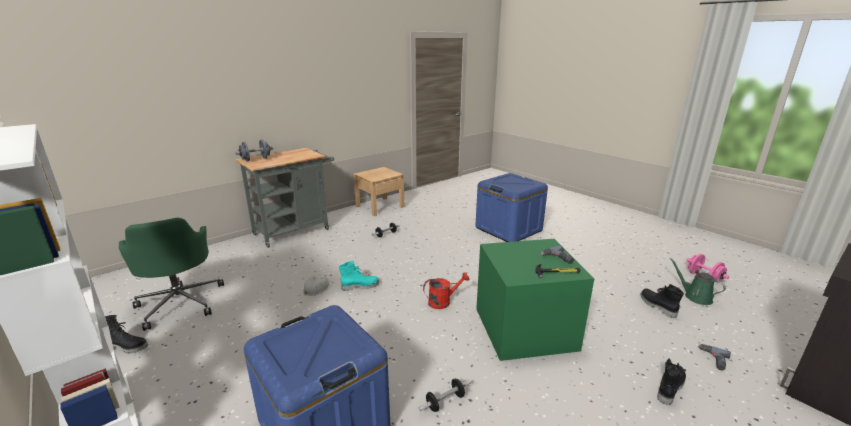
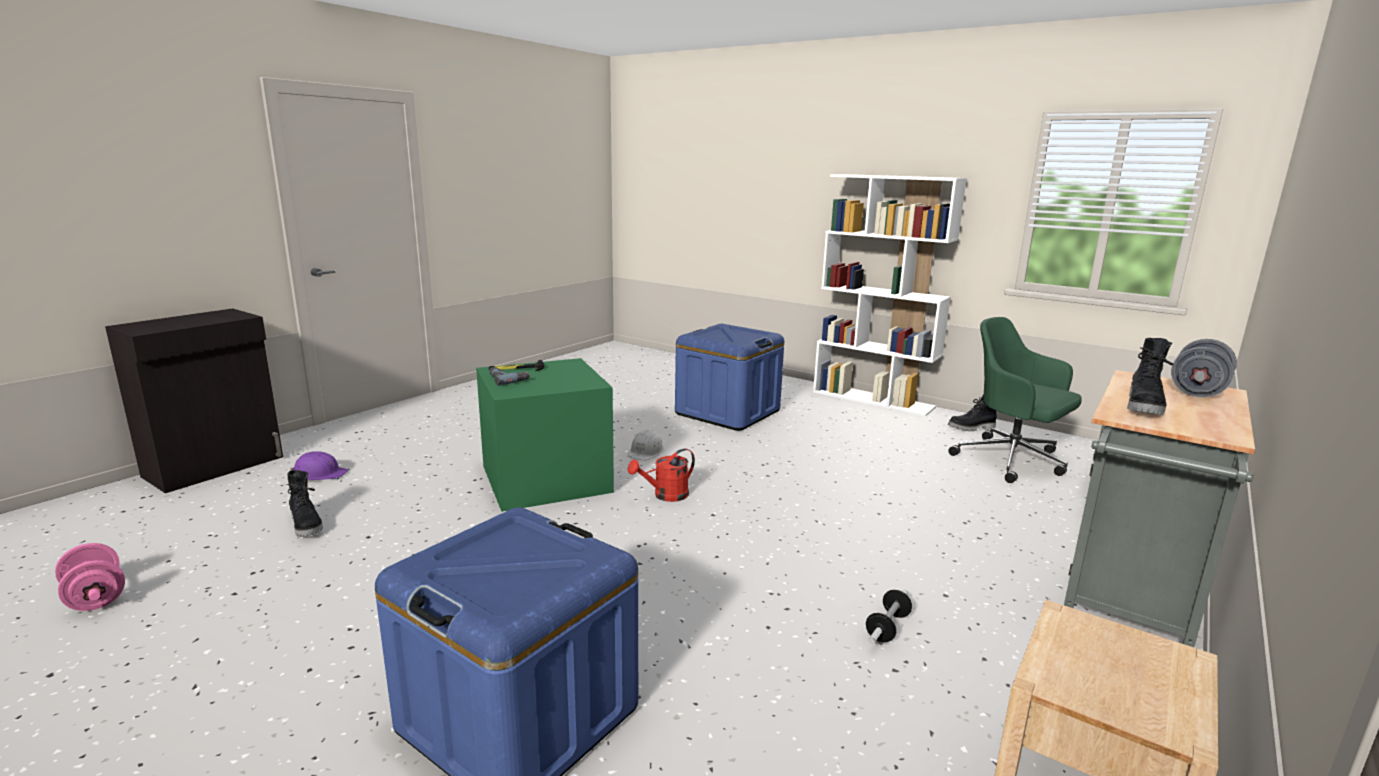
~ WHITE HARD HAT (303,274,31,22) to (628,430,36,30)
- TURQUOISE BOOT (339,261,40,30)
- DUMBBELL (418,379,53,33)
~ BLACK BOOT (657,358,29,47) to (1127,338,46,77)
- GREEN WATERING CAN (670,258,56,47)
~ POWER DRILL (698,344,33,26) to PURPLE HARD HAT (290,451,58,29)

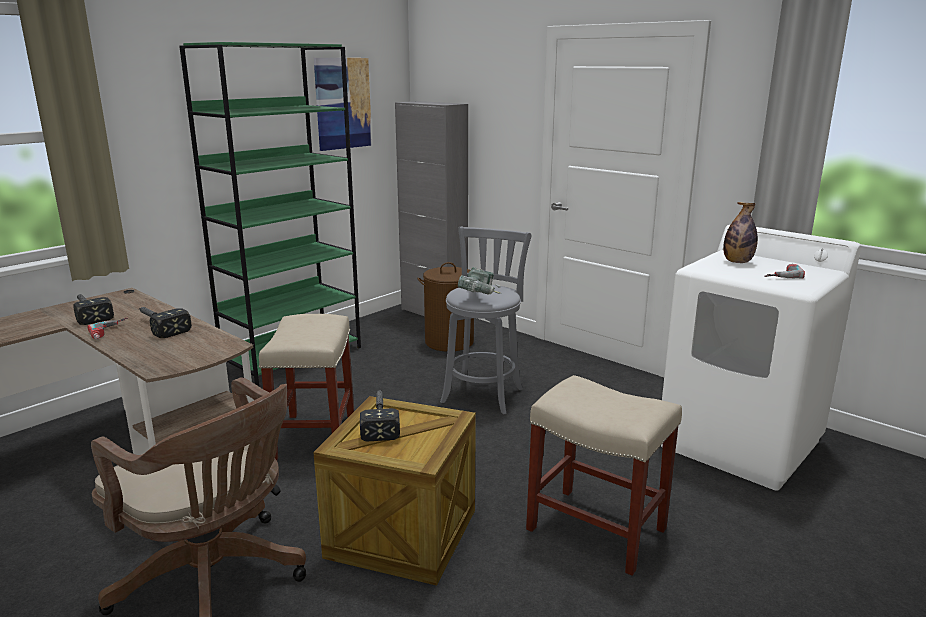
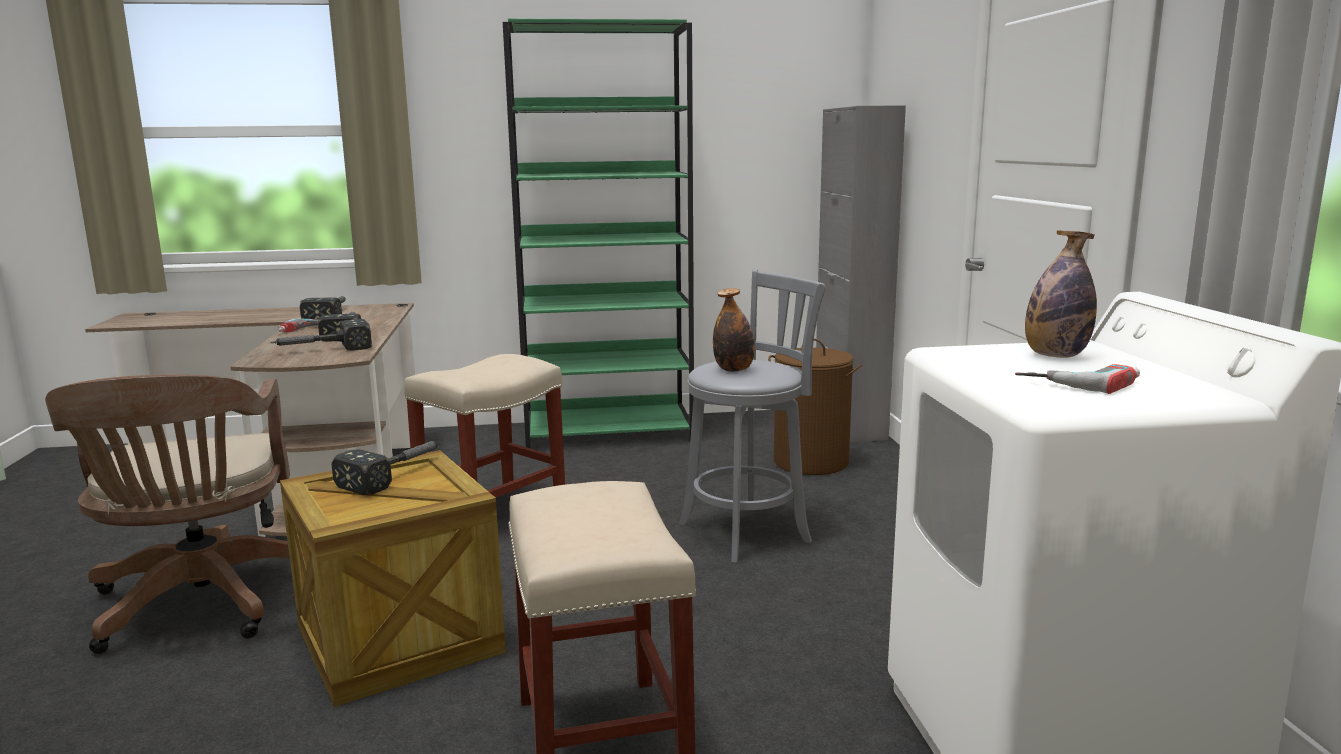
- PICTURE (314,58,58,93)
~ POWER DRILL (458,268,43,26) to BOTTLE (713,288,42,84)
+ HAMMER (270,319,102,32)

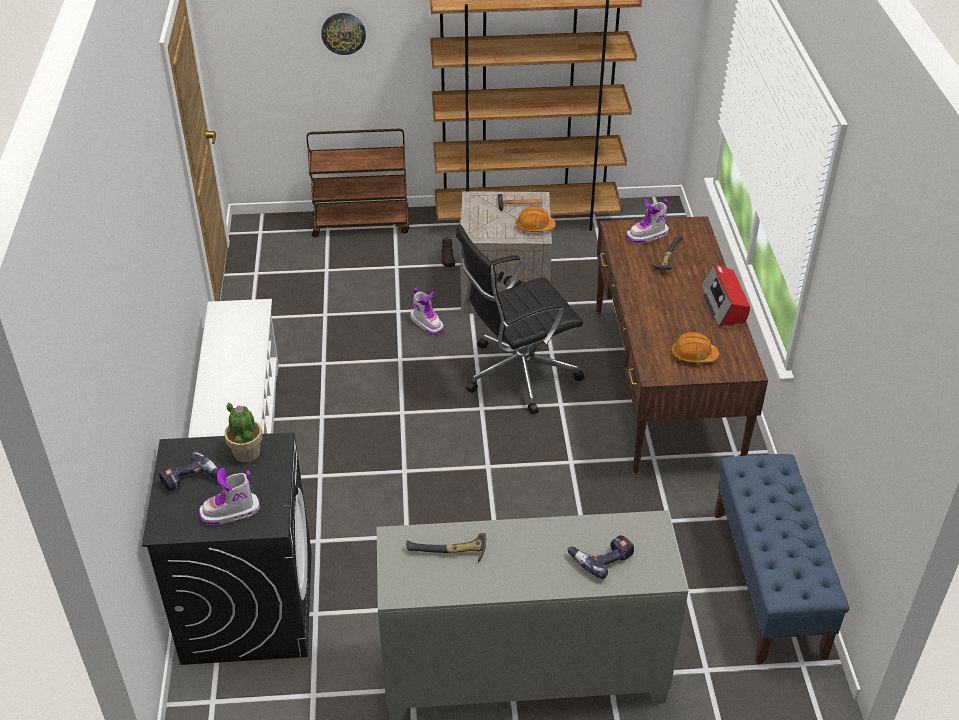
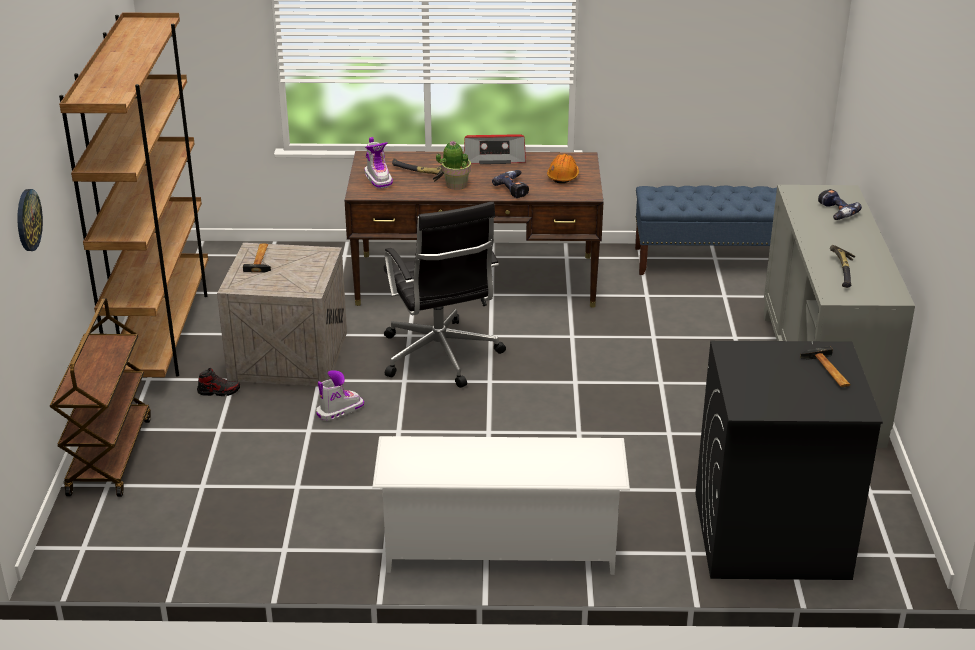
~ POWER DRILL (159,452,60,39) to (492,170,37,28)
~ BOOT (199,468,61,57) to HAMMER (800,346,51,41)
~ POTTED PLANT (224,403,39,60) to (436,140,35,50)
- ORANGE HARD HAT (516,206,40,26)

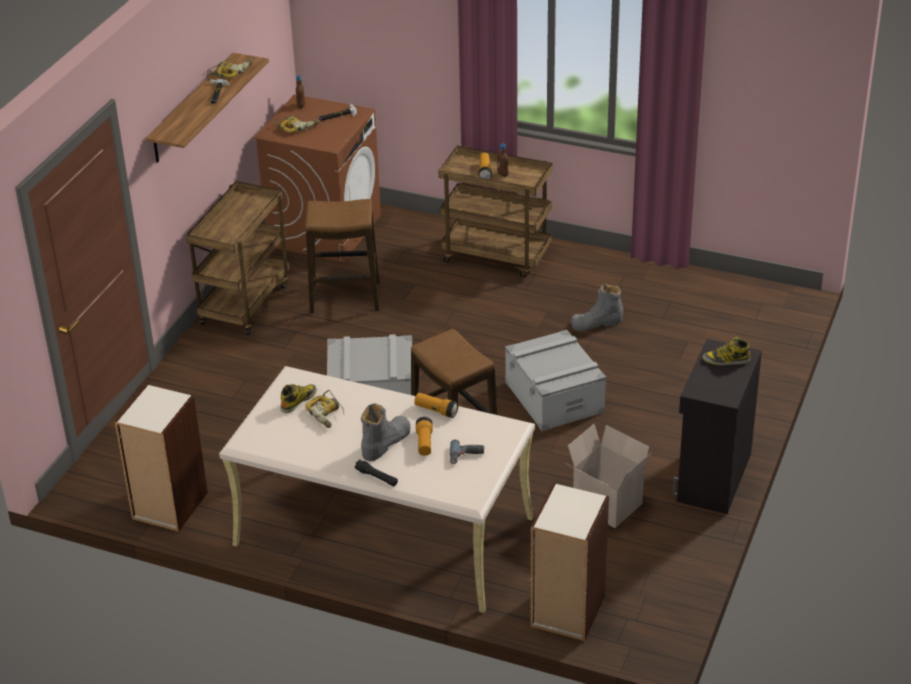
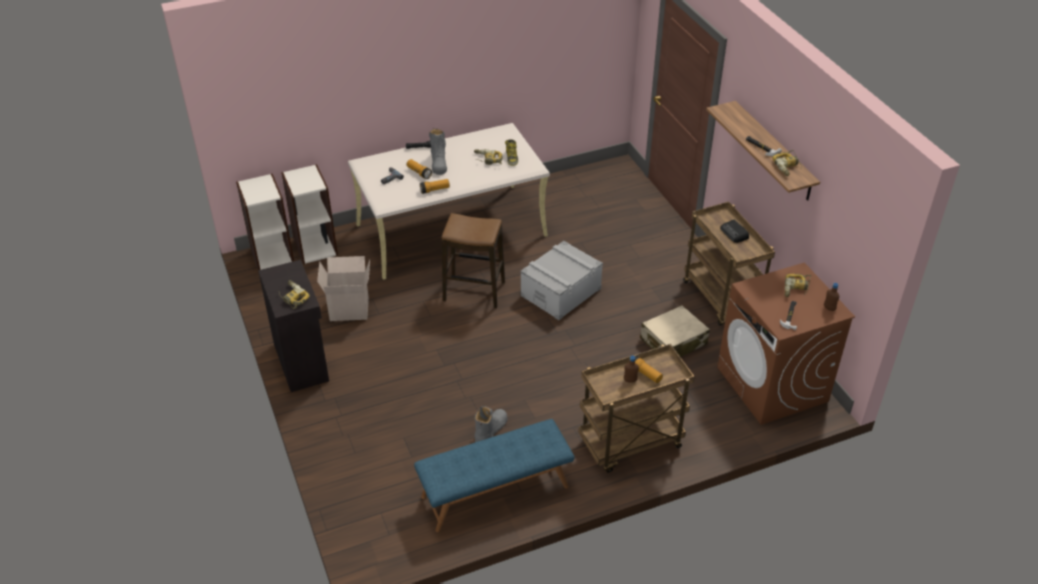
~ BOOKCASE (115,384,93,148) to (236,174,58,96)
~ STOOL (305,199,74,114) to BEIGE SUITCASE (640,305,70,52)
- GREY STORAGE BOX (505,330,101,101)
~ BOOT (703,337,47,28) to POWER DRILL (278,280,32,29)
+ BLUE BENCH (414,419,160,113)
+ RADIO (720,220,29,23)

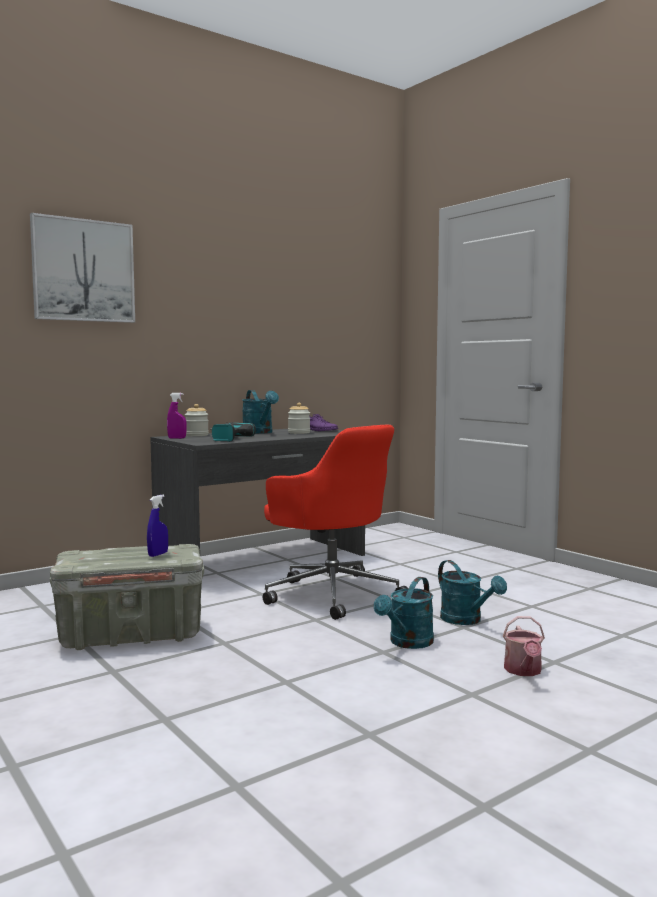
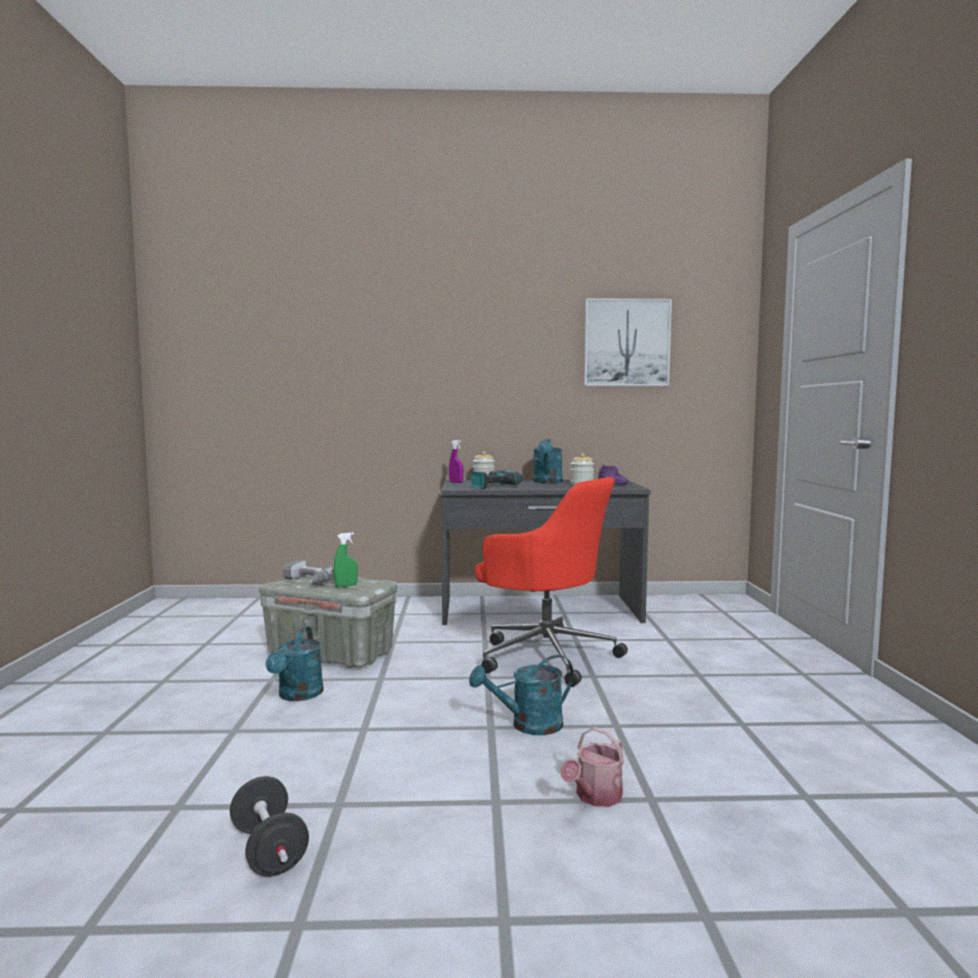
~ PICTURE (30,213,105,110) to (584,298,88,88)
~ BLUE SPRAY BOTTLE (147,495,21,62) to GREEN SPRAY BOTTLE (333,532,25,55)
~ RED OFFICE CHAIR (263,425,145,195) = (475,477,153,210) 45 degrees counterclockwise
~ TURQUOISE WATERING CAN (438,560,69,65) to (266,627,58,74)
+ BLACK DUMBBELL (230,776,79,101)
+ POWER DRILL (283,560,51,24)

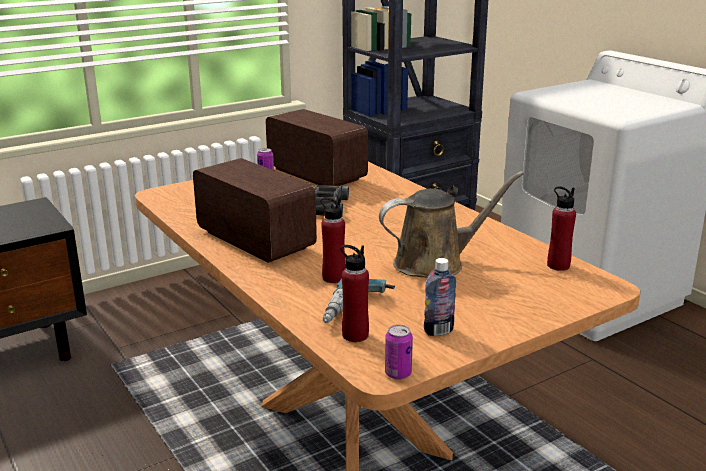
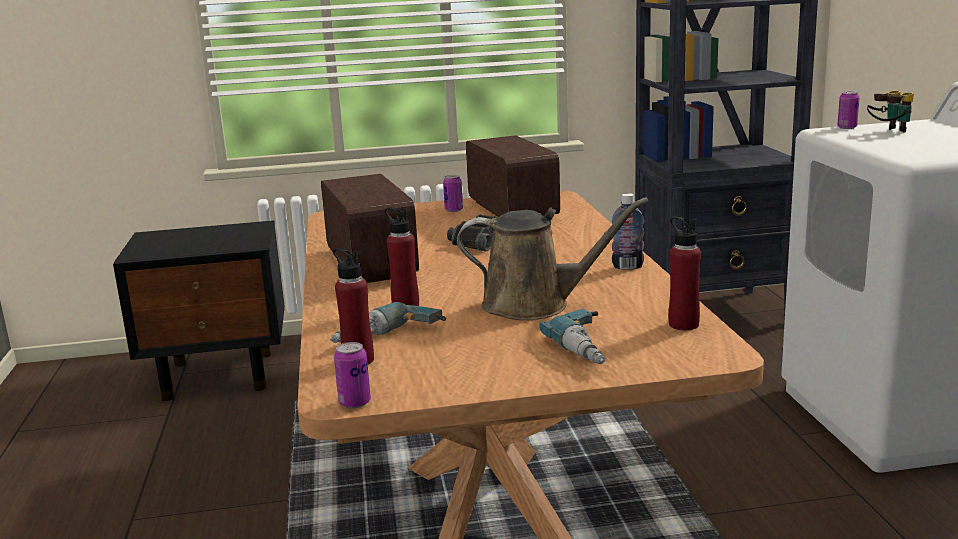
~ BOTTLE (424,258,32,78) to (612,193,32,77)
+ POWER DRILL (539,309,66,55)
+ CAN (837,92,22,37)
+ BINOCULARS (867,90,47,43)

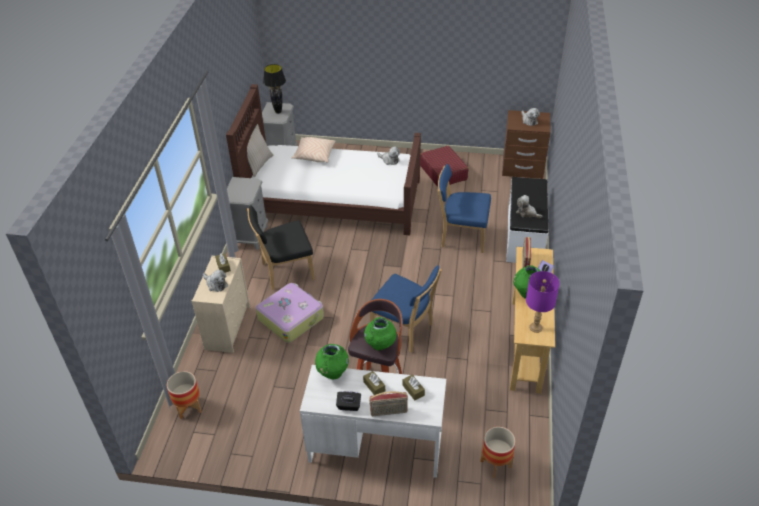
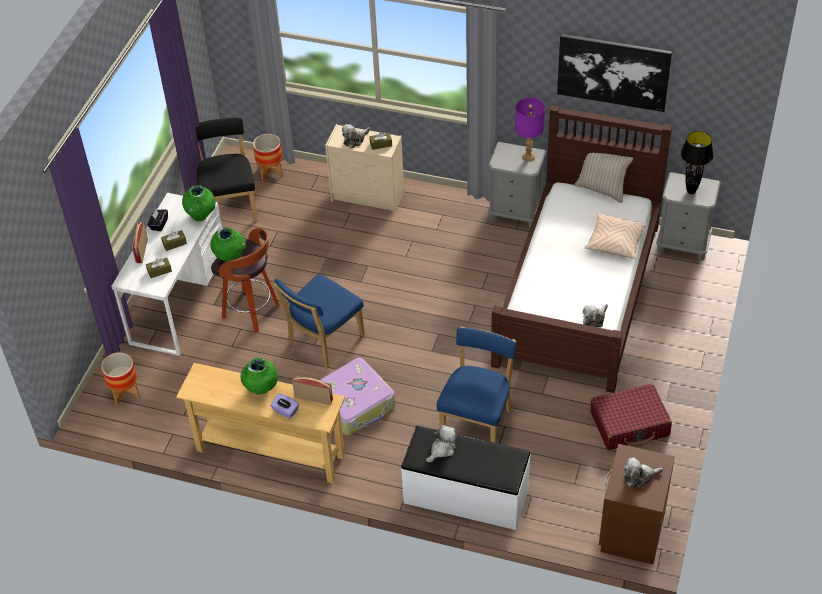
~ BLACK CHAIR (247,205,68,85) to (195,117,63,104)
~ SUITCASE (256,283,68,60) to (319,358,76,77)
~ PURPLE TABLE LAMP (526,271,34,62) to (515,98,30,64)
+ PICTURE (557,34,115,78)

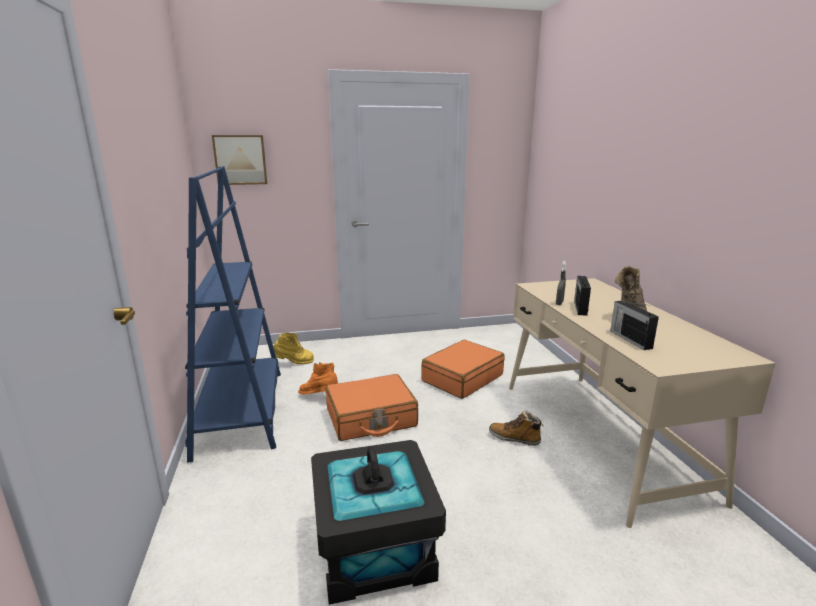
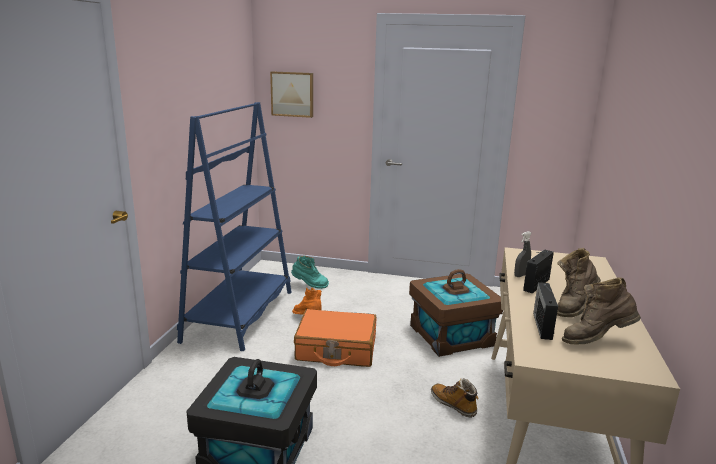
~ YELLOW BOOT (273,333,41,31) to TURQUOISE BOOT (291,256,38,33)
~ ORANGE SUITCASE (421,340,84,59) to BROWN STORAGE BOX (409,269,94,88)
+ BROWN BOOT (562,277,79,67)

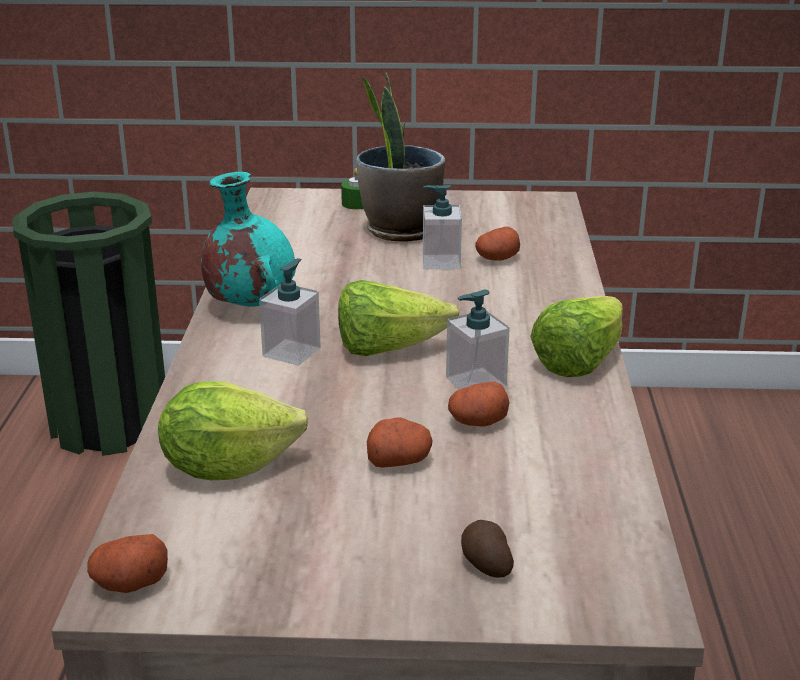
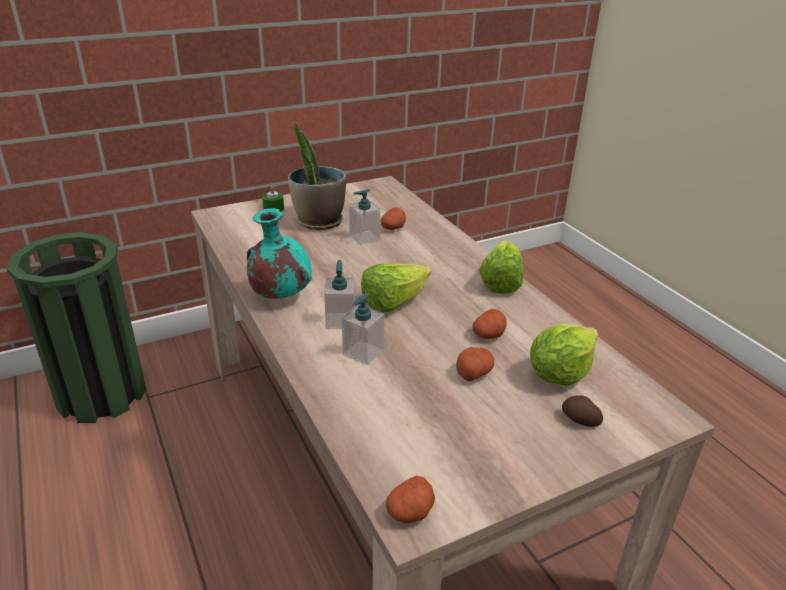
~ LETTUCE (158,381,150,99) to (530,324,68,62)
~ SOAP DISPENSER (446,289,64,100) to (342,293,42,72)

